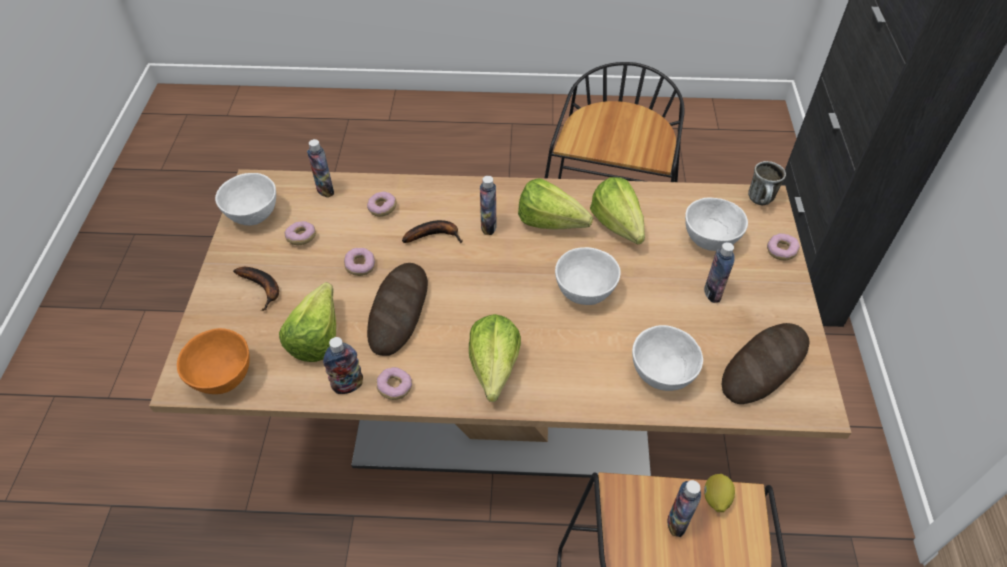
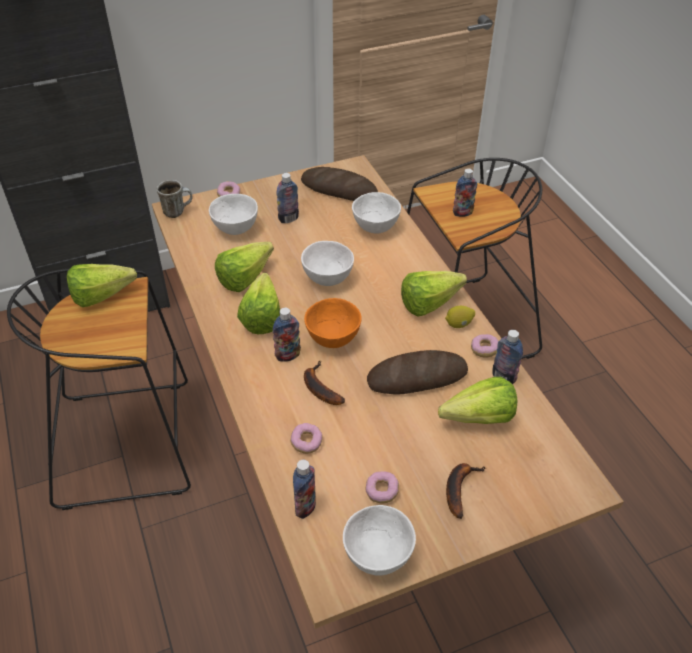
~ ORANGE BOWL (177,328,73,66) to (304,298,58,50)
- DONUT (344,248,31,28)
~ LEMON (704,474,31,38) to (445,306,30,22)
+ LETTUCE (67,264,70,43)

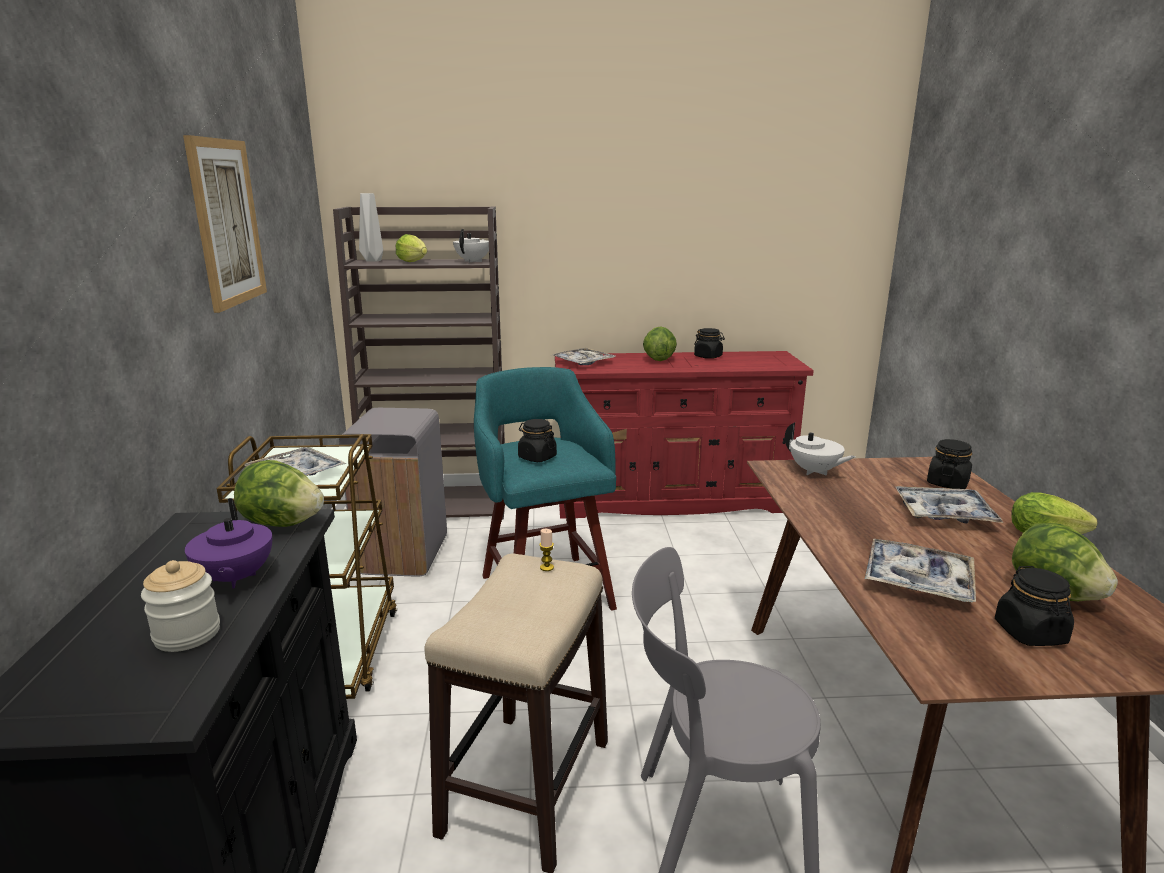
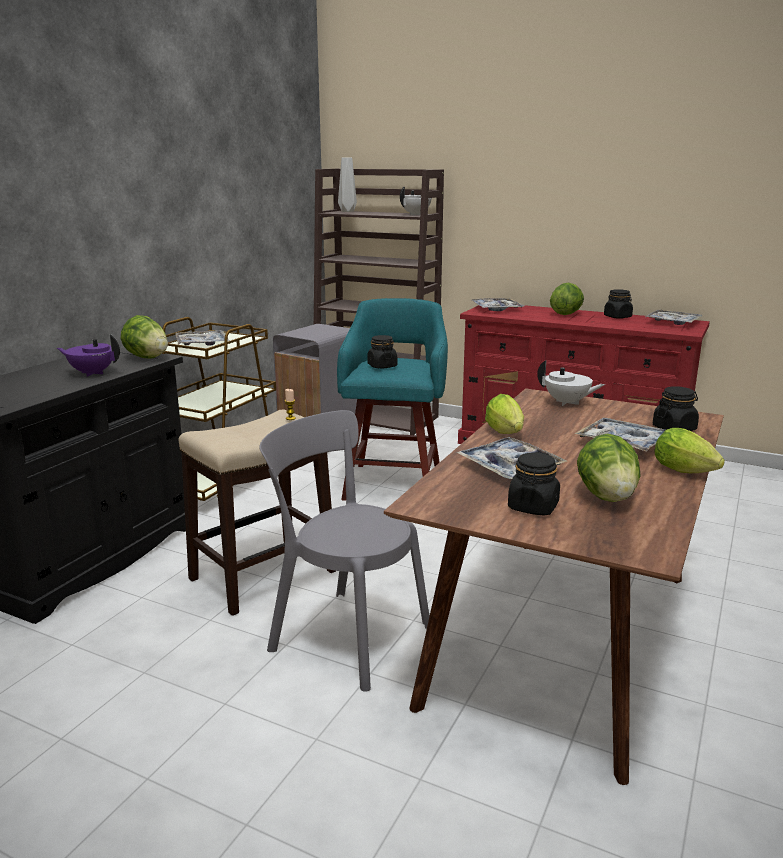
- JAR (141,560,79,92)
- PICTURE (183,135,84,178)
~ PURPLE TEAPOT (185,498,87,90) = (57,334,63,43) 90 degrees clockwise
~ LETTUCE (396,234,31,28) to (485,394,39,40)
~ WHITE TEAPOT (785,422,71,53) = (537,360,68,46) 45 degrees counterclockwise
+ TRAY (646,310,56,15)

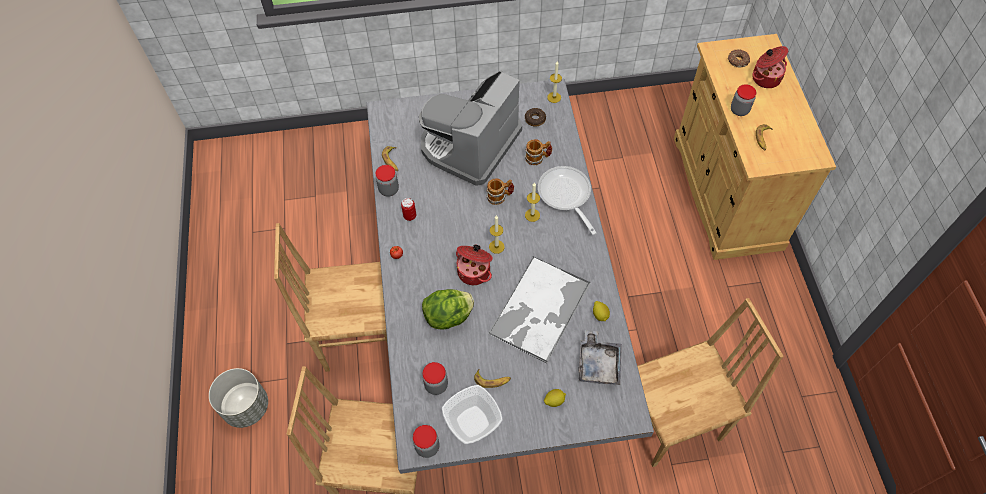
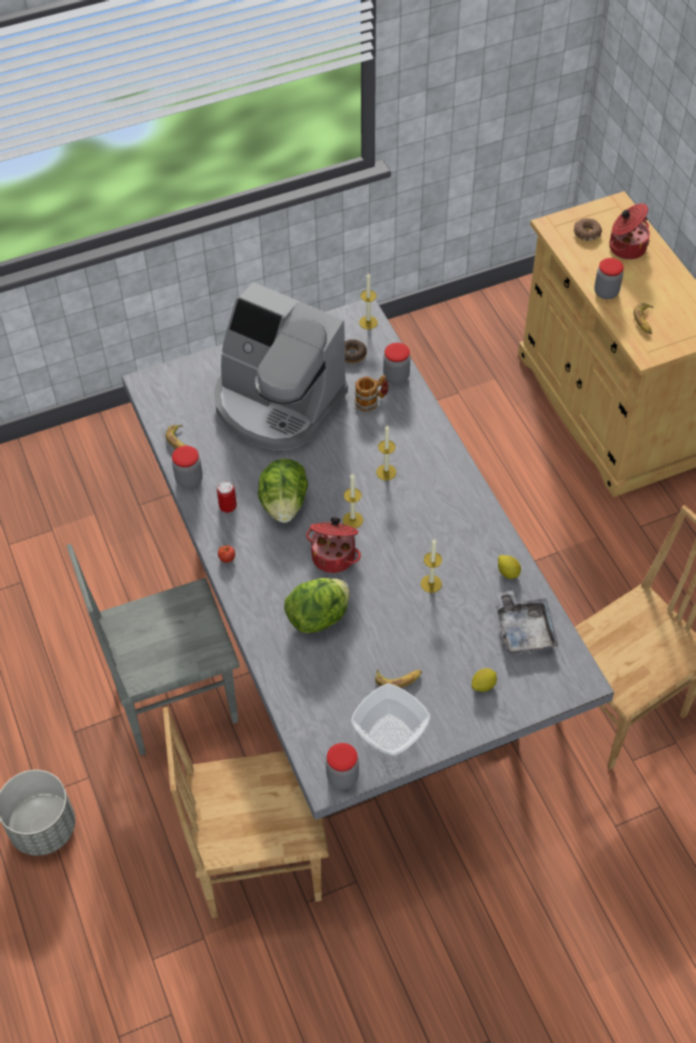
~ BROWN CHAIR (274,223,113,149) to GREY CHAIR (67,544,173,212)
~ COFFEE MACHINE (419,71,103,115) = (214,282,134,169) 75 degrees counterclockwise
~ JAR (422,362,26,33) to (383,343,27,42)
- MUG (486,178,28,27)
~ TRAY (488,256,102,107) to CANDLE (421,538,21,55)
- FRYING PAN (538,166,58,69)
+ LETTUCE (258,459,50,64)

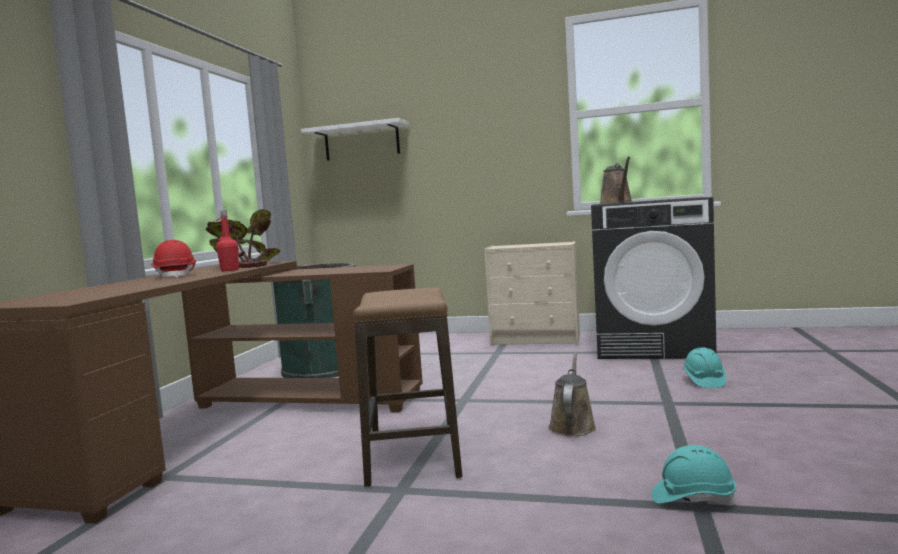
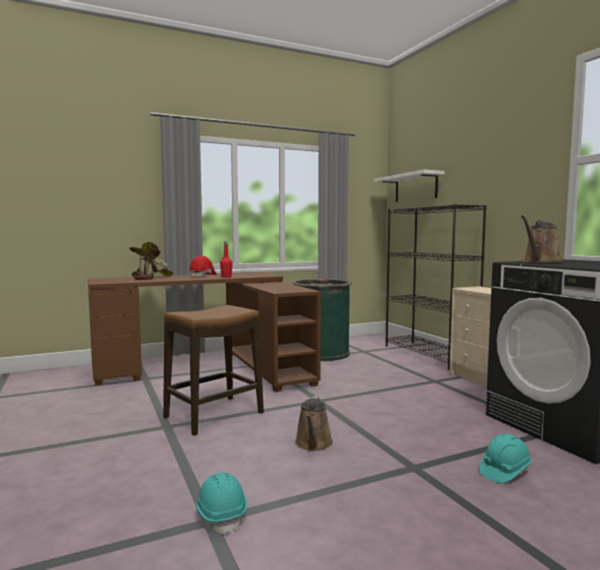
~ POTTED PLANT (206,209,74,59) to (129,242,44,38)
~ BROWN WATERING CAN (548,353,48,83) = (295,396,38,55) 120 degrees clockwise
+ BLACK BOOKCASE (385,204,102,166)

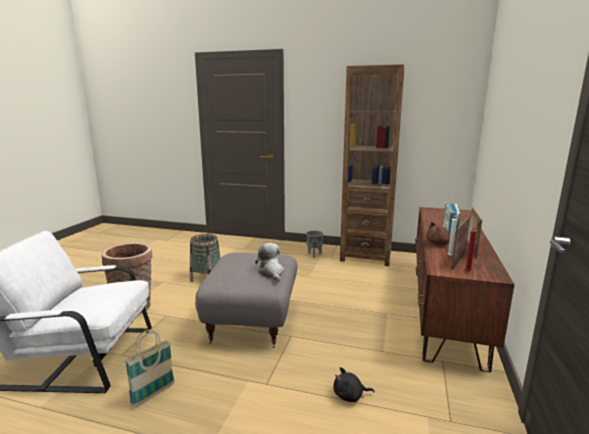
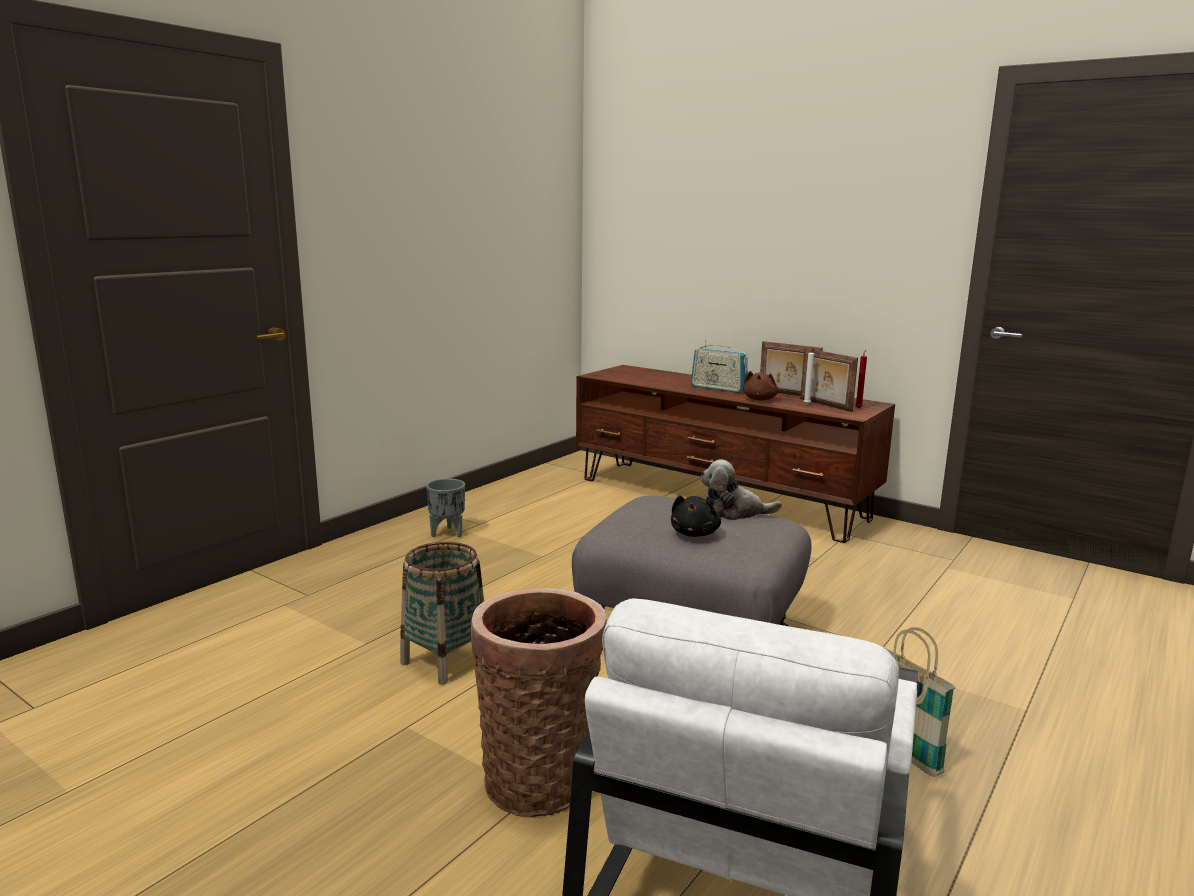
~ BLACK PLUSH TOY (334,367,41,35) to (671,495,50,42)
- BROWN BOOKCASE (340,64,64,202)

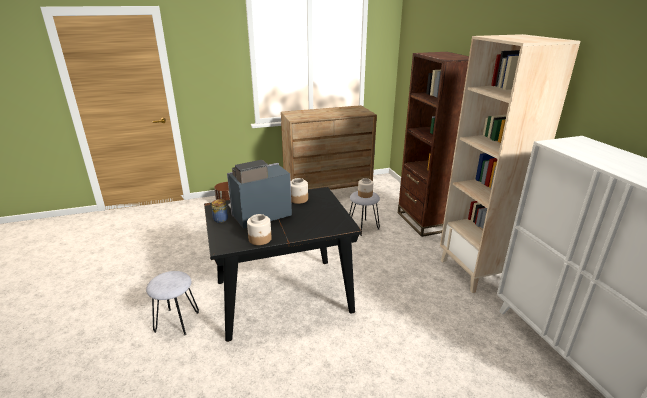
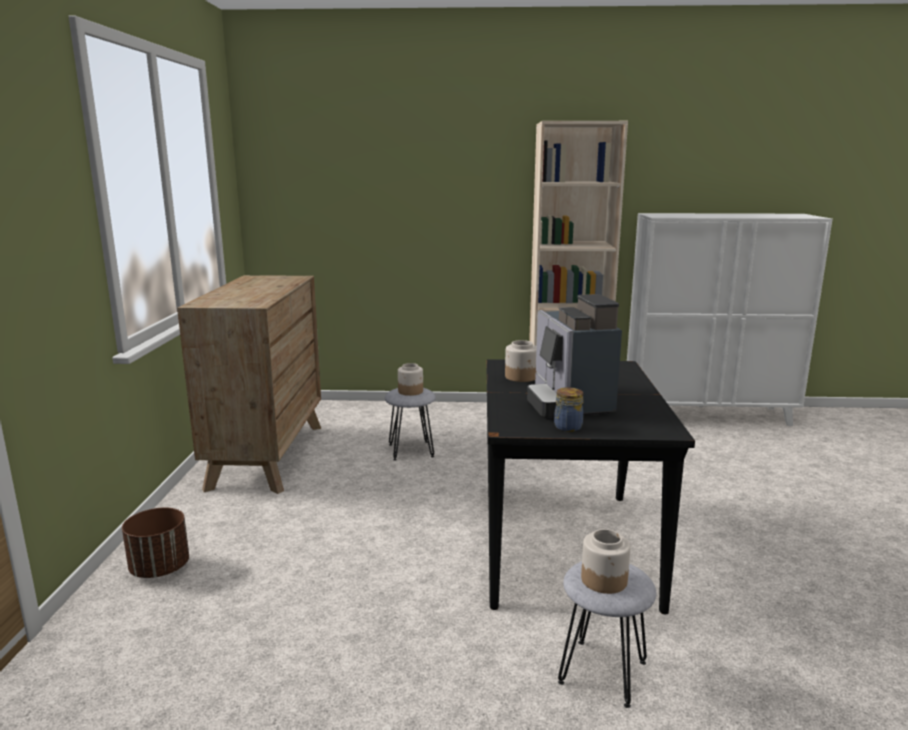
~ JAR (247,214,25,31) to (581,529,49,65)
- BROWN BOOKCASE (398,52,71,185)

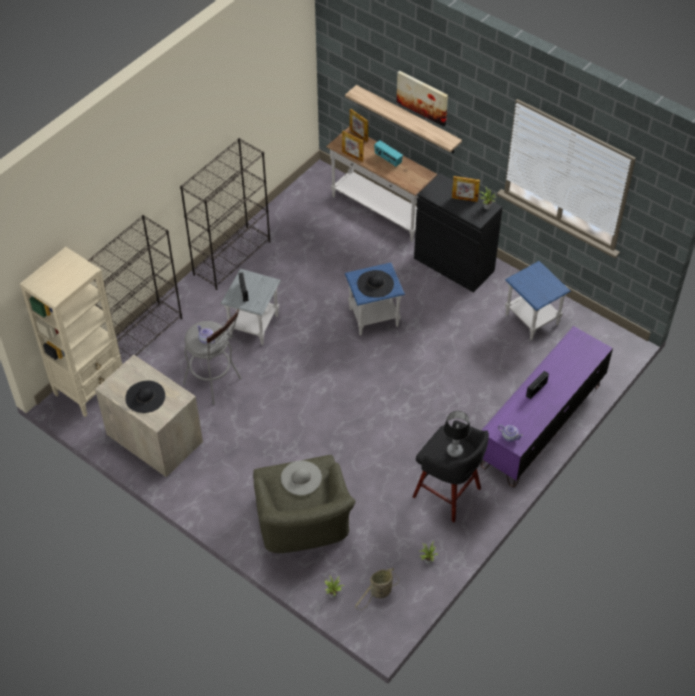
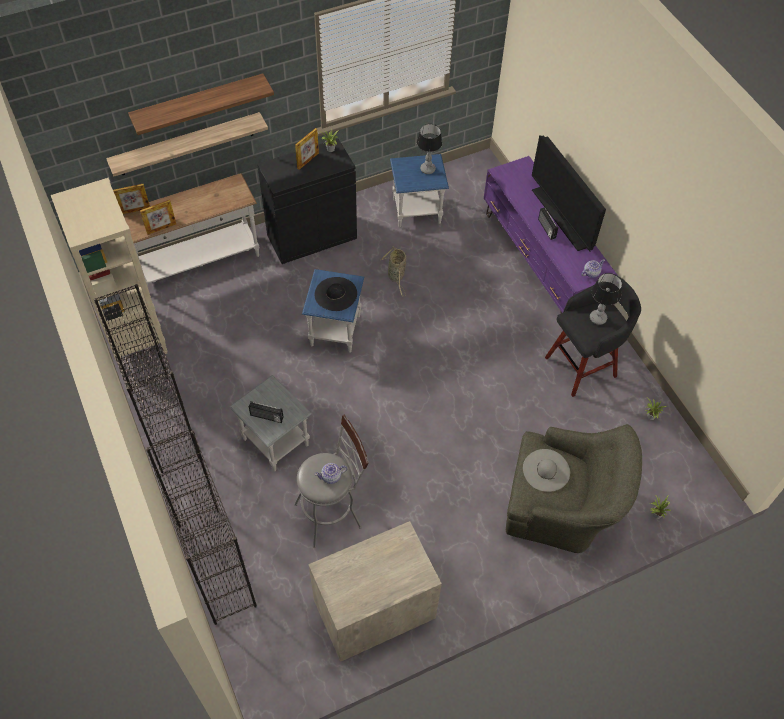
~ BEIGE BOOKCASE (20,247,102,170) to (51,178,117,186)
- BLACK HAT (125,381,40,32)
~ BASKET (355,568,44,42) to (381,246,25,51)
- RADIO (374,140,29,27)
~ PICTURE (397,70,51,57) to SHELF (128,73,146,62)
+ TABLE LAMP (417,124,26,50)
+ TELEVISION (532,135,74,117)

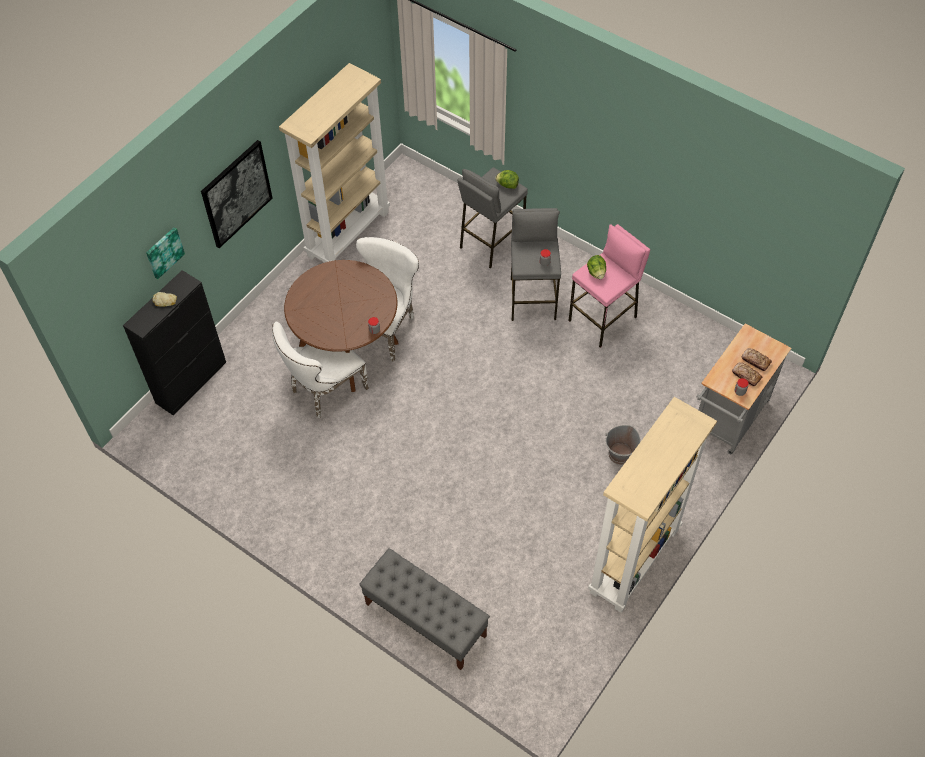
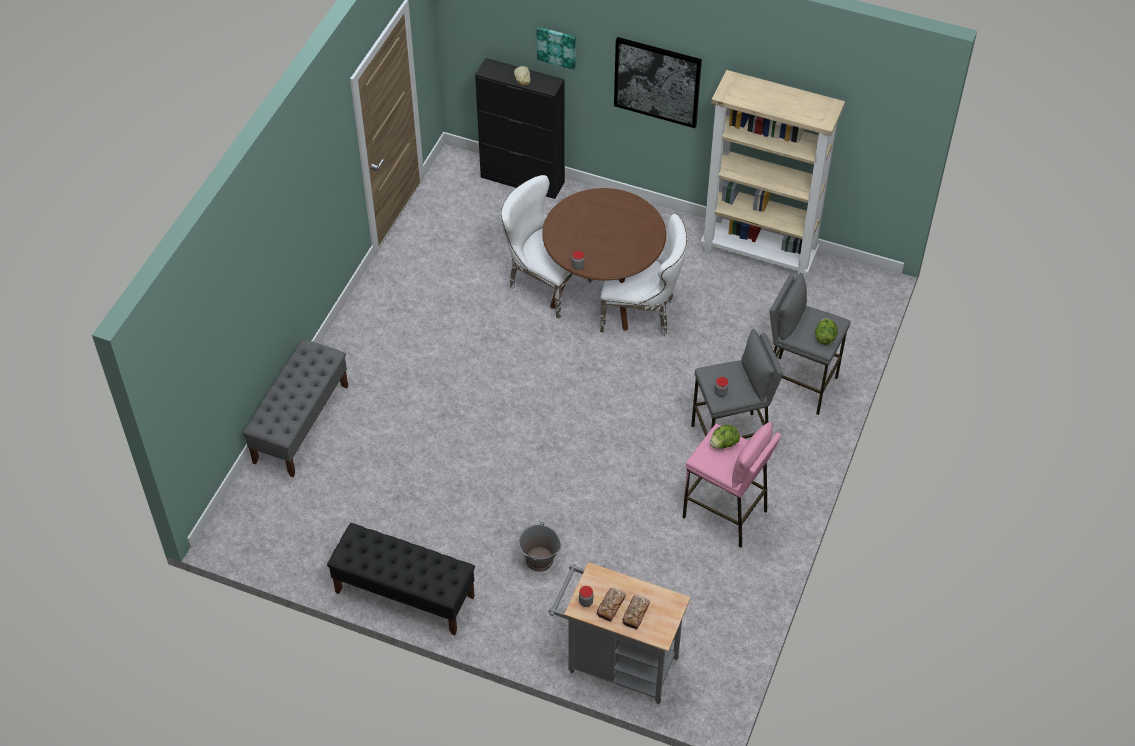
~ BEIGE BOOKCASE (588,397,129,216) to BLACK BENCH (327,523,148,112)

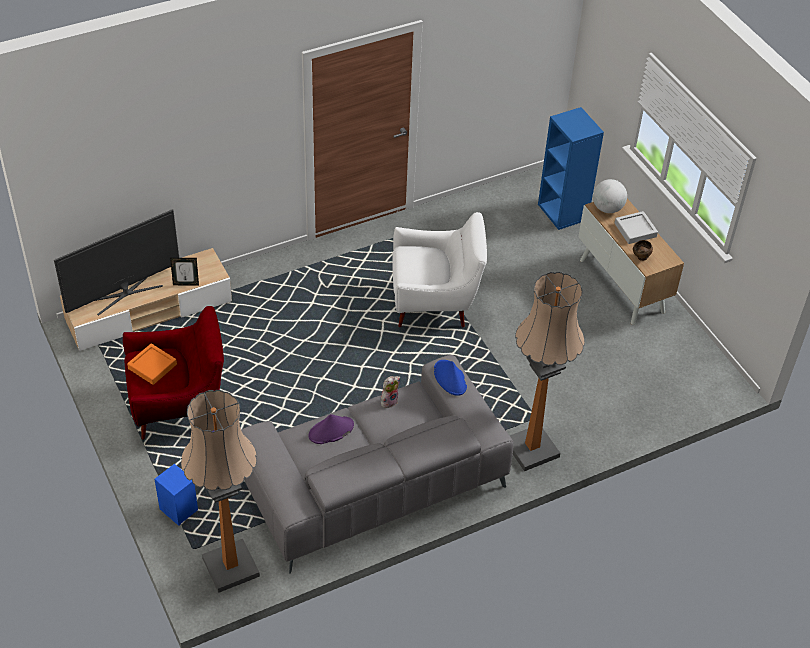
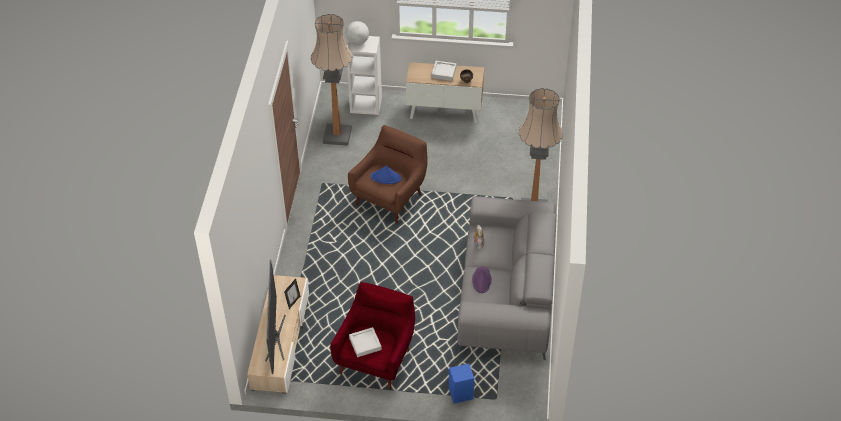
~ ORANGE TRAY (127,343,50,42) to GREY TRAY (349,327,33,30)
~ FLOOR LAMP (181,390,79,203) to (311,14,42,132)
~ WHITE ARMCHAIR (392,212,95,115) to BROWN ARMCHAIR (348,125,80,99)
~ BLUE HAT (434,360,33,36) to (371,166,31,18)
~ BLUE BOOKCASE (538,107,66,123) to WHITE BOOKCASE (347,36,35,79)
~ GLOBE (593,179,34,34) to (346,21,23,24)

